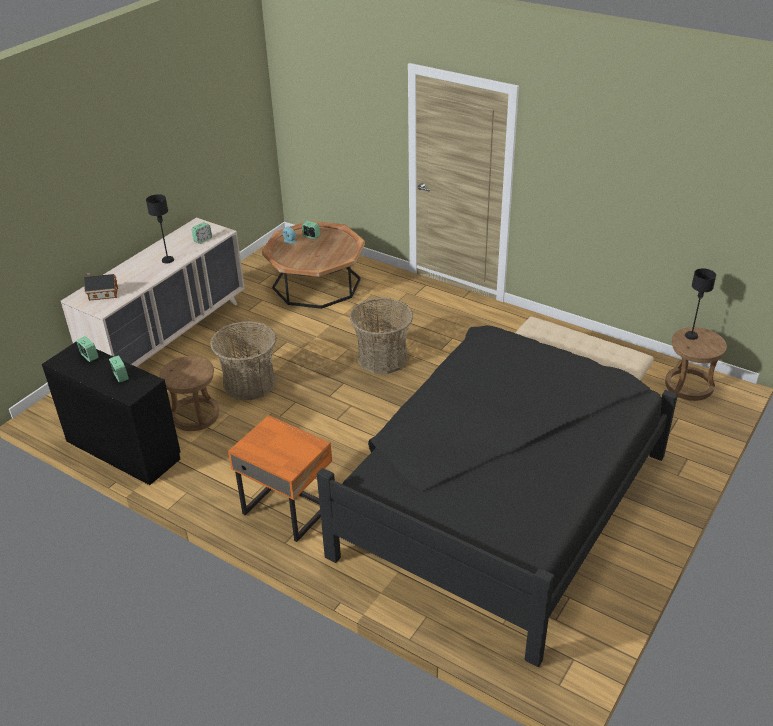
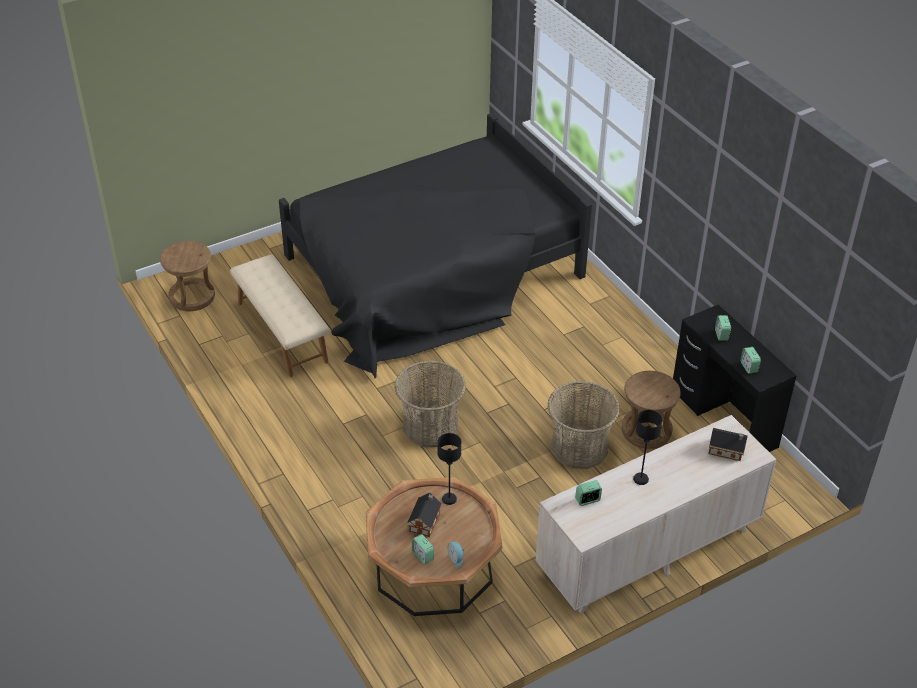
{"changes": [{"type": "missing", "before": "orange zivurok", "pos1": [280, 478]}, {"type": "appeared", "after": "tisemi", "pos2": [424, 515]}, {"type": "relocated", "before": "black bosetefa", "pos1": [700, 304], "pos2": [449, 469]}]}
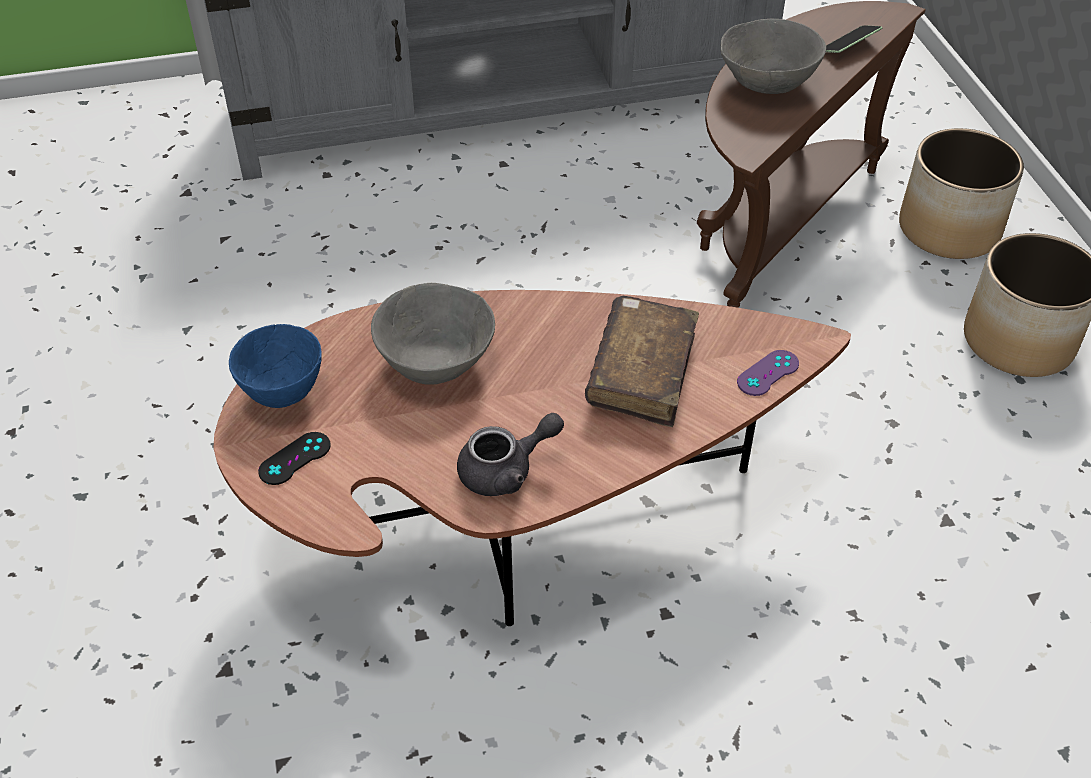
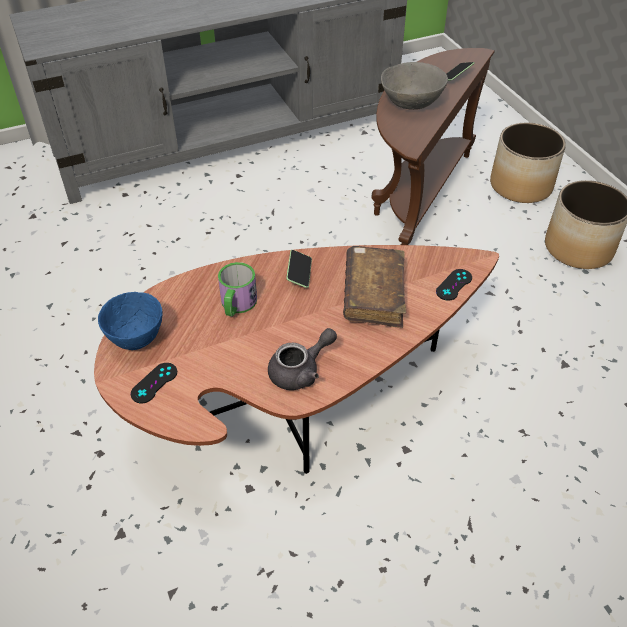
{"changes": [{"type": "appeared", "after": "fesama", "pos2": [299, 269]}, {"type": "exchanged", "before": "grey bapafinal", "after": "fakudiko", "pos1": [433, 334], "pos2": [237, 289]}, {"type": "colour", "before": "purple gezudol", "after": "black gezudol", "pos1": [768, 373], "pos2": [454, 285]}]}
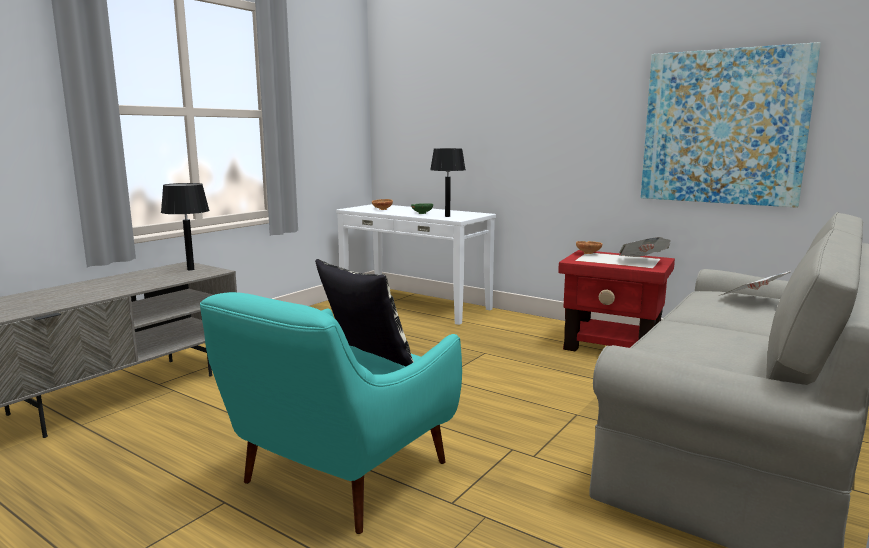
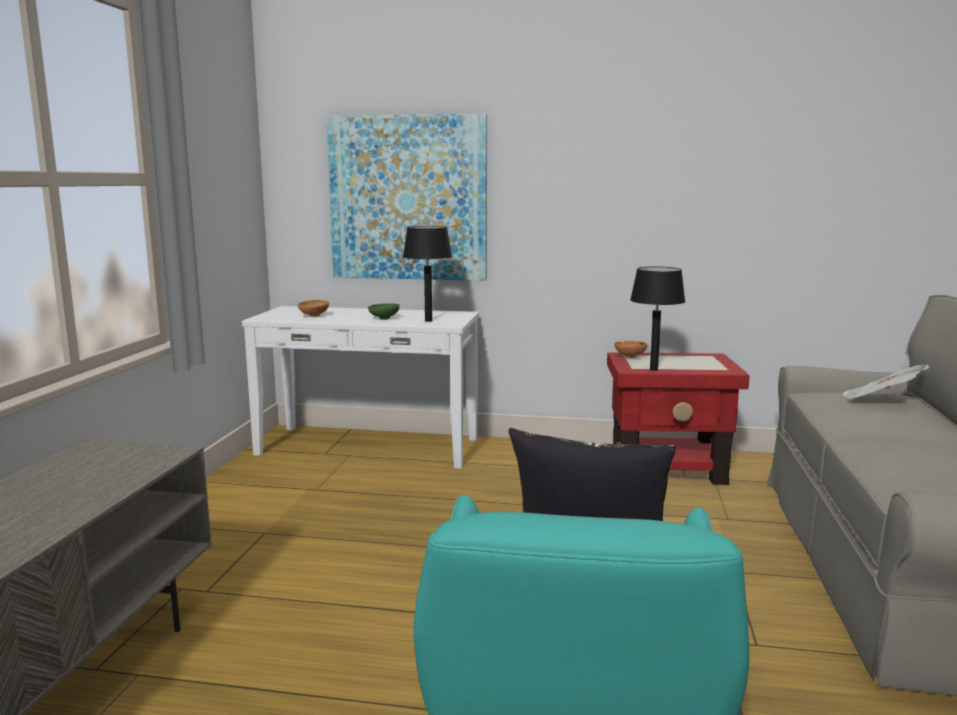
{"changes": [{"type": "missing", "before": "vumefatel", "pos1": [645, 247]}, {"type": "relocated", "before": "black bosetefa", "pos1": [185, 227], "pos2": [657, 319]}, {"type": "relocated", "before": "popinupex", "pos1": [731, 125], "pos2": [406, 197]}]}
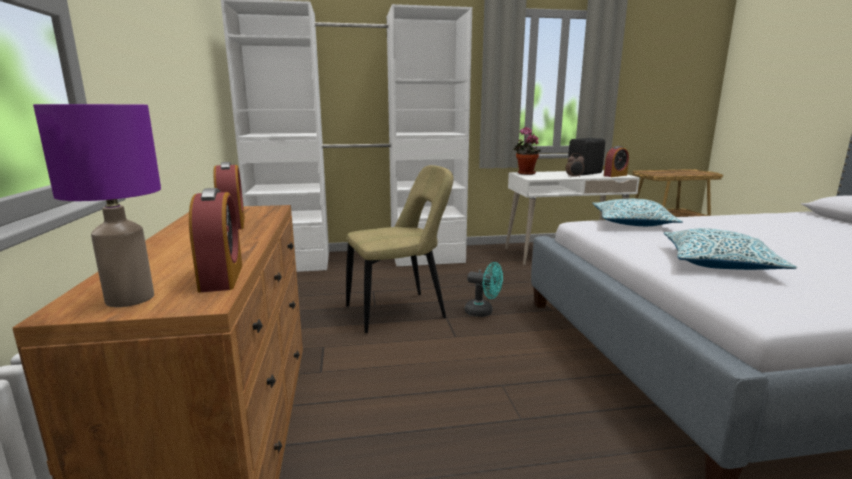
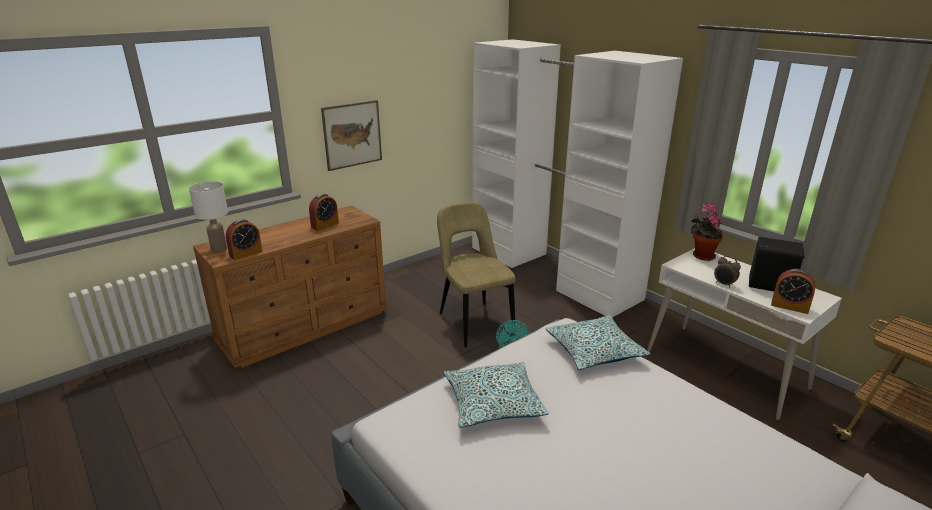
{"changes": [{"type": "appeared", "after": "popinupex", "pos2": [351, 135]}, {"type": "colour", "before": "purple bosetefa", "after": "white bosetefa", "pos1": [97, 205], "pos2": [208, 217]}, {"type": "spun", "before": "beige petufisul", "pos1": [400, 249], "pos2": [476, 274], "turn": -150}]}
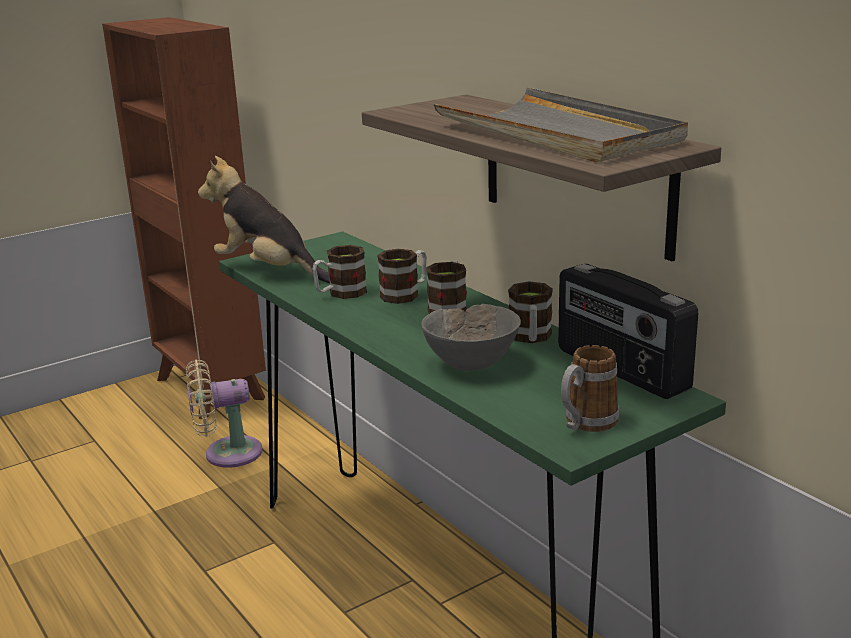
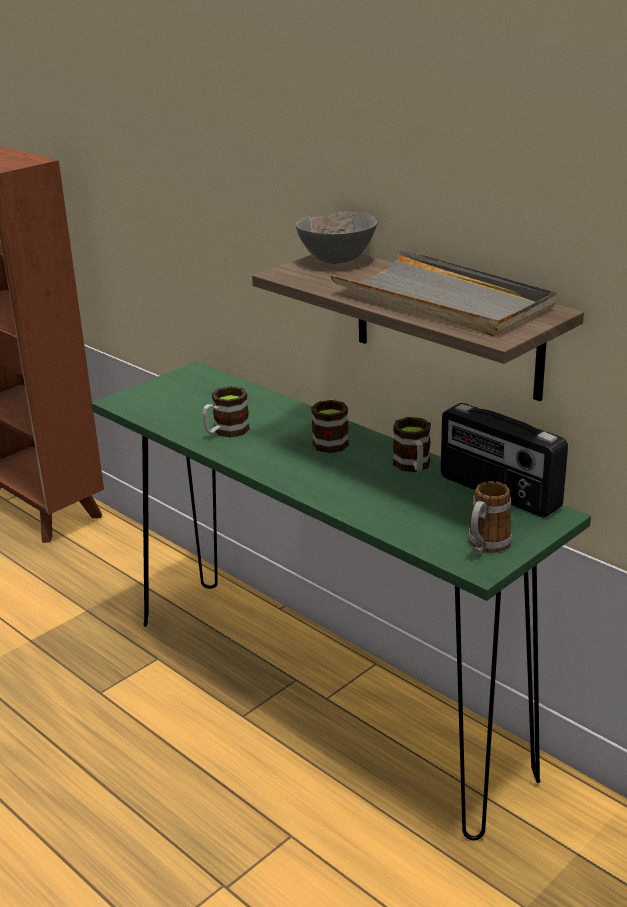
{"changes": [{"type": "missing", "before": "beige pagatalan", "pos1": [224, 413]}, {"type": "missing", "before": "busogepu", "pos1": [264, 219]}, {"type": "missing", "before": "fakudiko", "pos1": [402, 276]}, {"type": "relocated", "before": "grey bapafinal", "pos1": [471, 337], "pos2": [337, 237]}]}
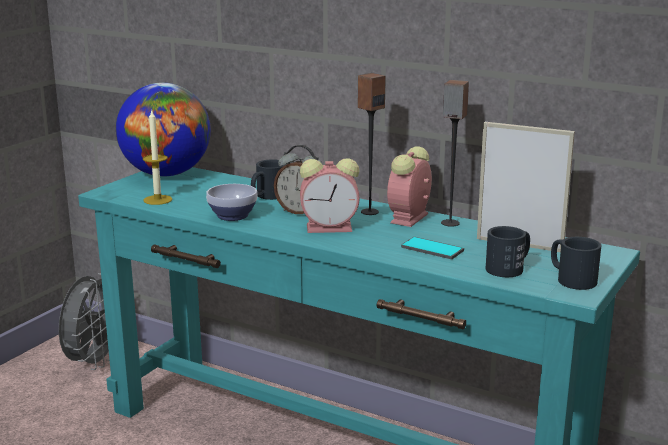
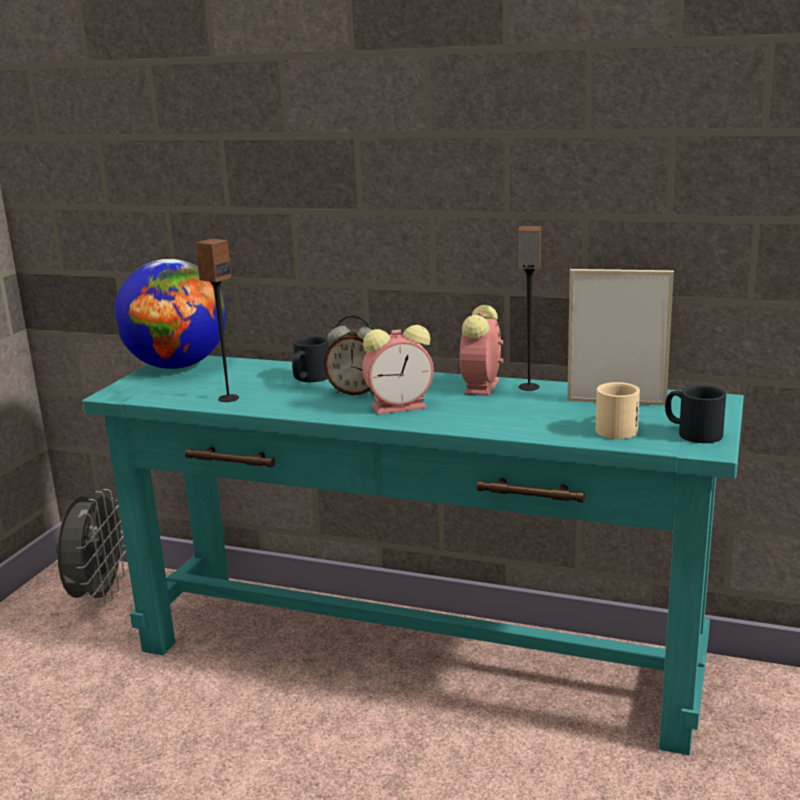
{"changes": [{"type": "missing", "before": "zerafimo", "pos1": [157, 158]}, {"type": "missing", "before": "bapafinal", "pos1": [232, 202]}, {"type": "missing", "before": "fesama", "pos1": [432, 248]}, {"type": "relocated", "before": "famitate", "pos1": [371, 144], "pos2": [217, 320]}, {"type": "colour", "before": "black fakudiko", "after": "beige fakudiko", "pos1": [508, 251], "pos2": [618, 410]}]}
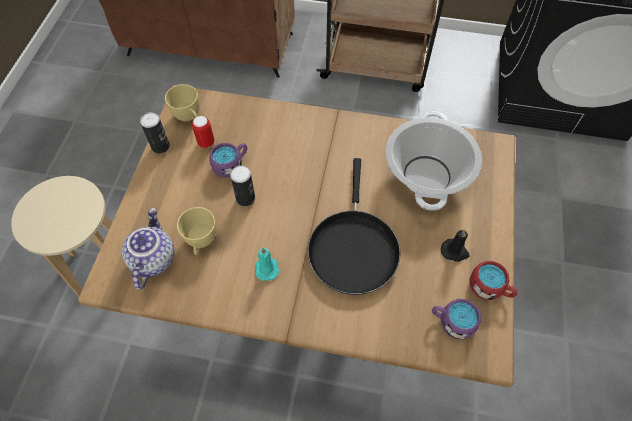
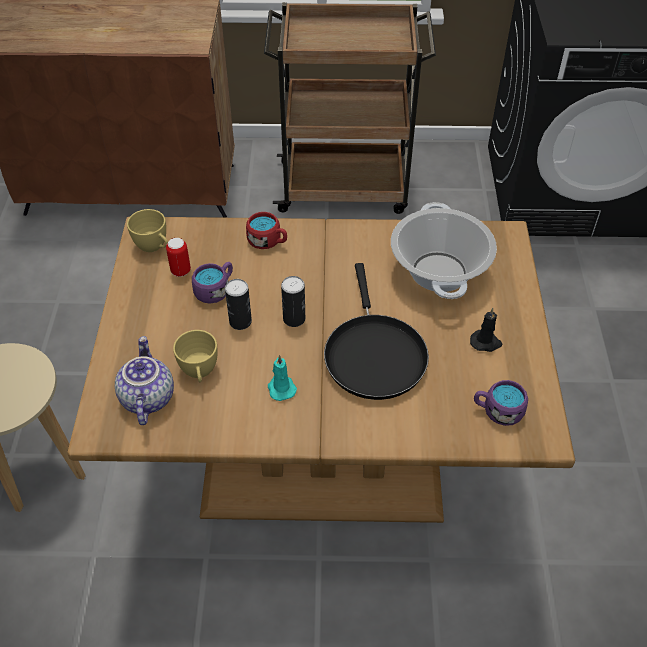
{"changes": [{"type": "relocated", "before": "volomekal", "pos1": [155, 133], "pos2": [293, 301]}, {"type": "relocated", "before": "red fakudiko", "pos1": [494, 280], "pos2": [266, 230]}]}
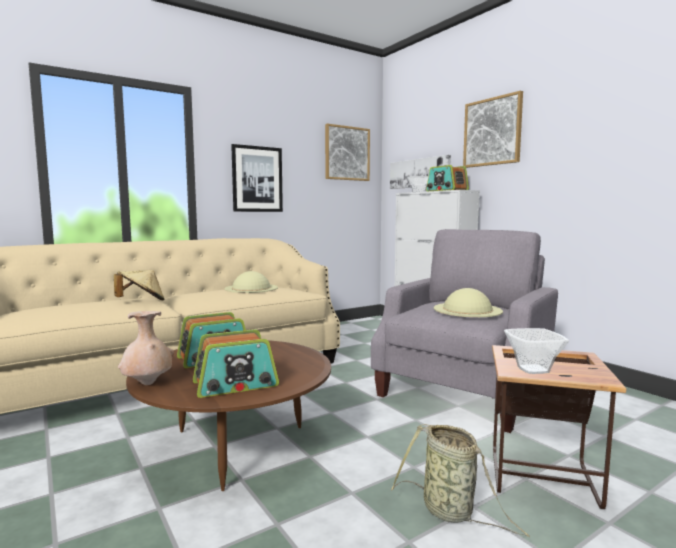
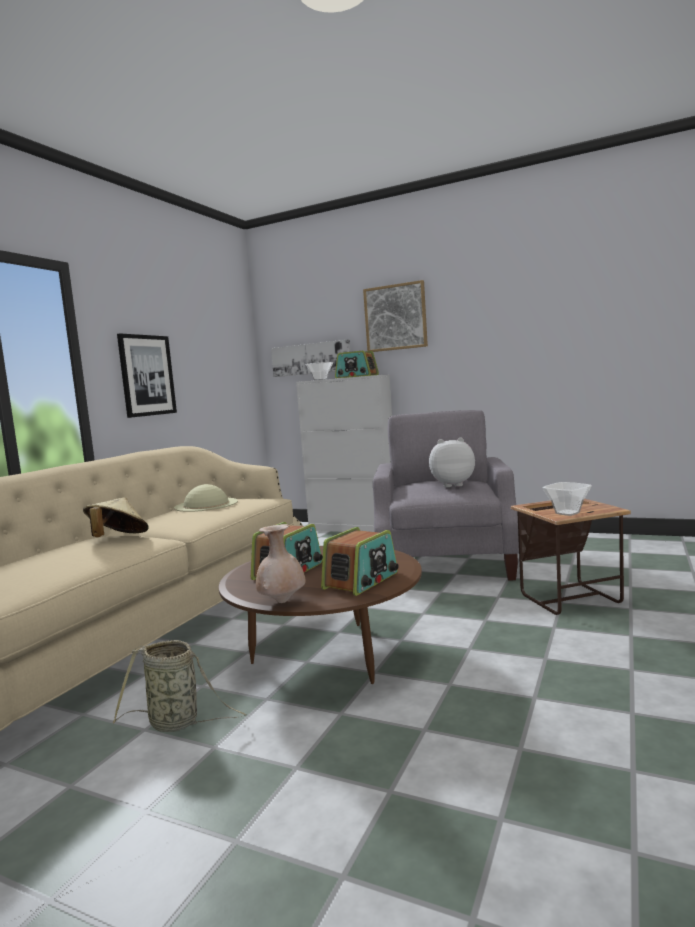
{"changes": [{"type": "missing", "before": "popinupex", "pos1": [347, 152]}, {"type": "relocated", "before": "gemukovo", "pos1": [460, 480], "pos2": [179, 686]}, {"type": "exchanged", "before": "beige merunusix", "after": "busogepu", "pos1": [468, 302], "pos2": [452, 462]}]}
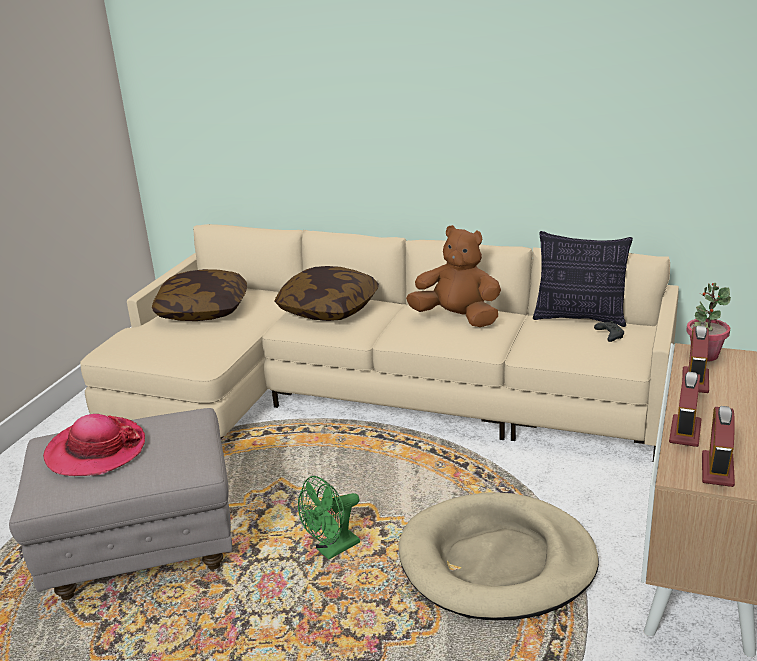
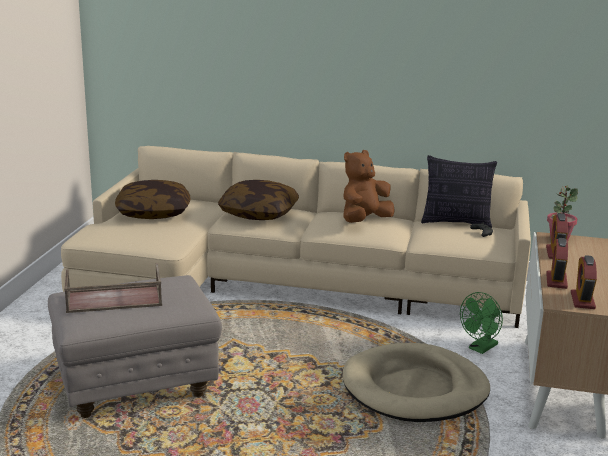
{"changes": [{"type": "relocated", "before": "green pagatalan", "pos1": [329, 518], "pos2": [481, 323]}, {"type": "exchanged", "before": "merunusix", "after": "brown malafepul", "pos1": [94, 445], "pos2": [113, 288]}, {"type": "spun", "before": "brown busogepu", "pos1": [453, 276], "pos2": [369, 186], "turn": -60}]}
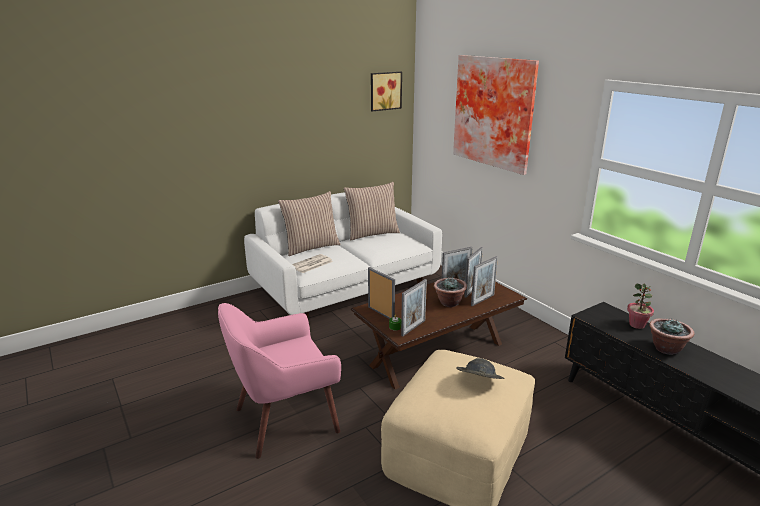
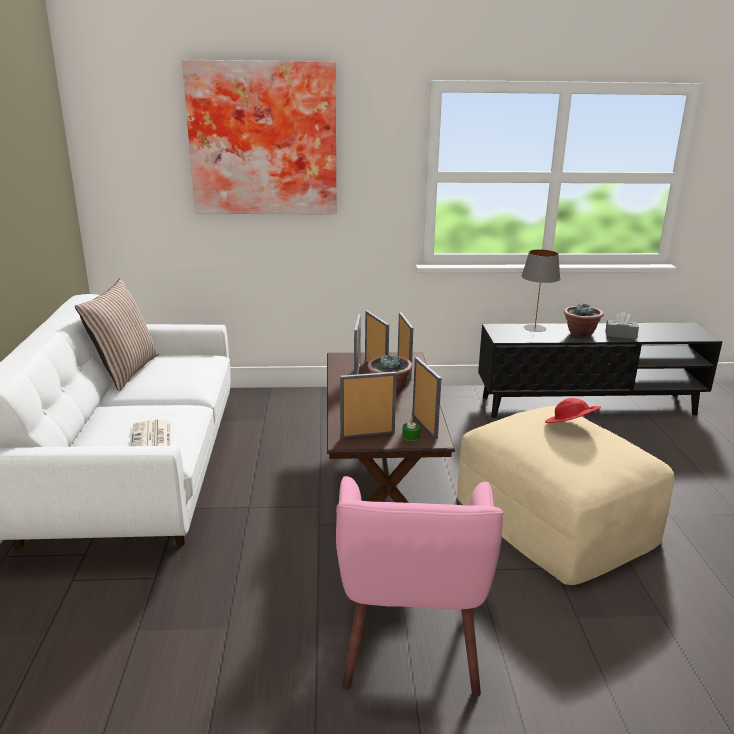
{"changes": [{"type": "missing", "before": "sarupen", "pos1": [309, 223]}, {"type": "missing", "before": "popinupex", "pos1": [386, 91]}, {"type": "appeared", "after": "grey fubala", "pos2": [622, 325]}, {"type": "exchanged", "before": "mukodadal", "after": "grey bosetefa", "pos1": [640, 306], "pos2": [541, 290]}, {"type": "colour", "before": "grey merunusix", "after": "red merunusix", "pos1": [480, 368], "pos2": [573, 410]}]}
